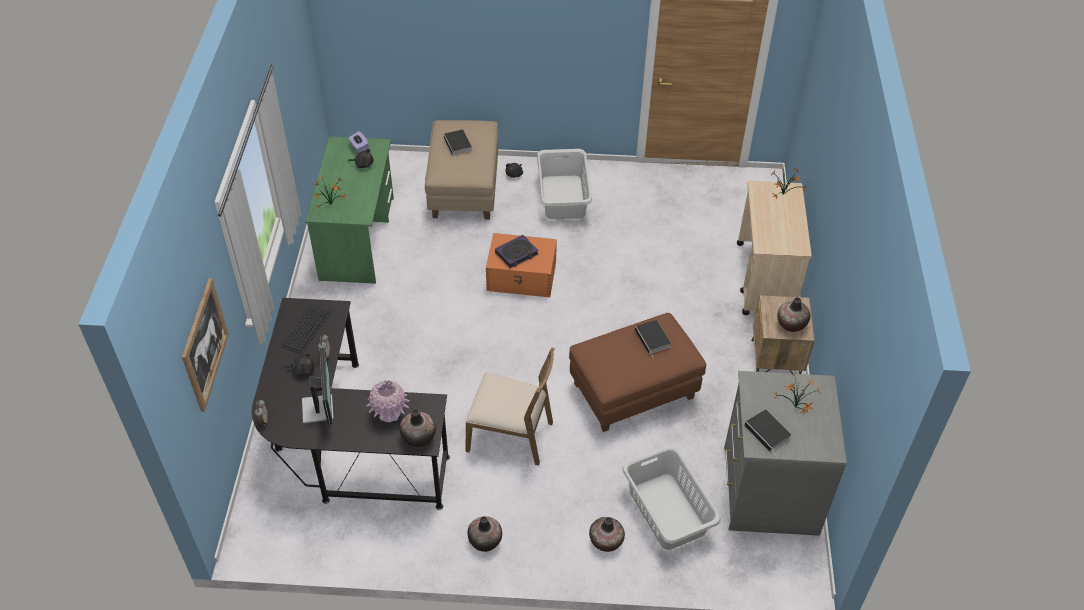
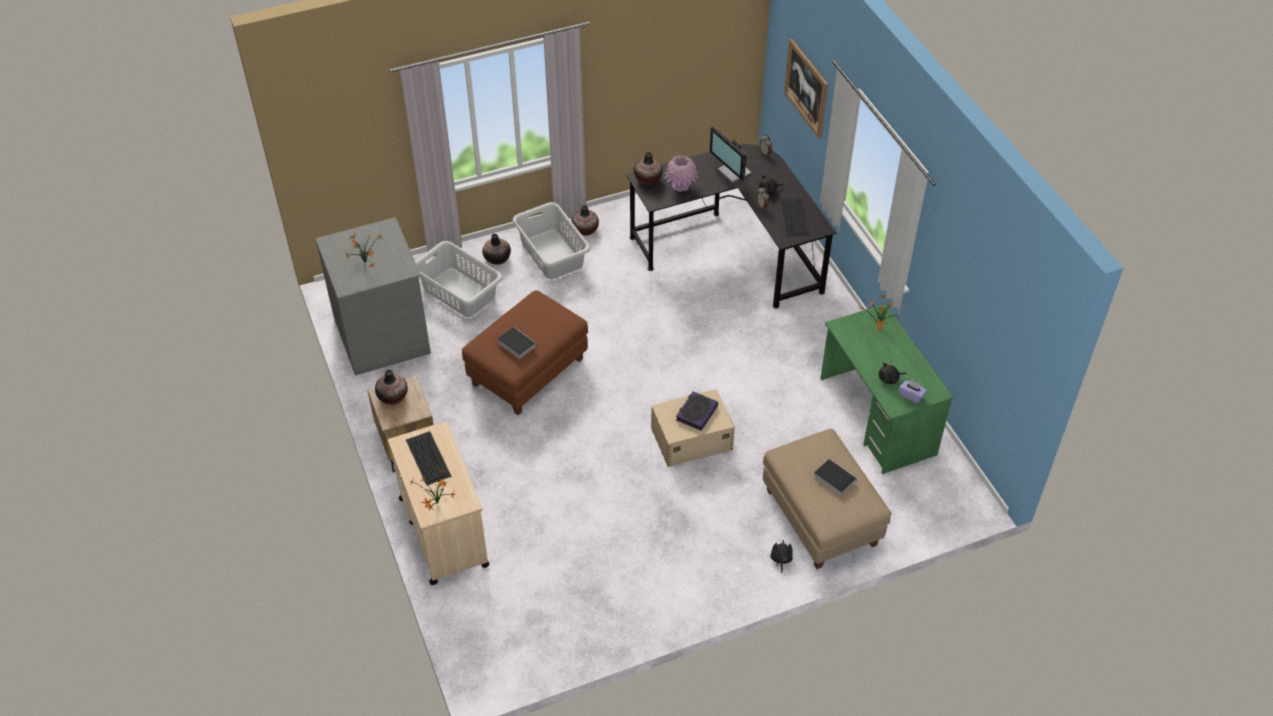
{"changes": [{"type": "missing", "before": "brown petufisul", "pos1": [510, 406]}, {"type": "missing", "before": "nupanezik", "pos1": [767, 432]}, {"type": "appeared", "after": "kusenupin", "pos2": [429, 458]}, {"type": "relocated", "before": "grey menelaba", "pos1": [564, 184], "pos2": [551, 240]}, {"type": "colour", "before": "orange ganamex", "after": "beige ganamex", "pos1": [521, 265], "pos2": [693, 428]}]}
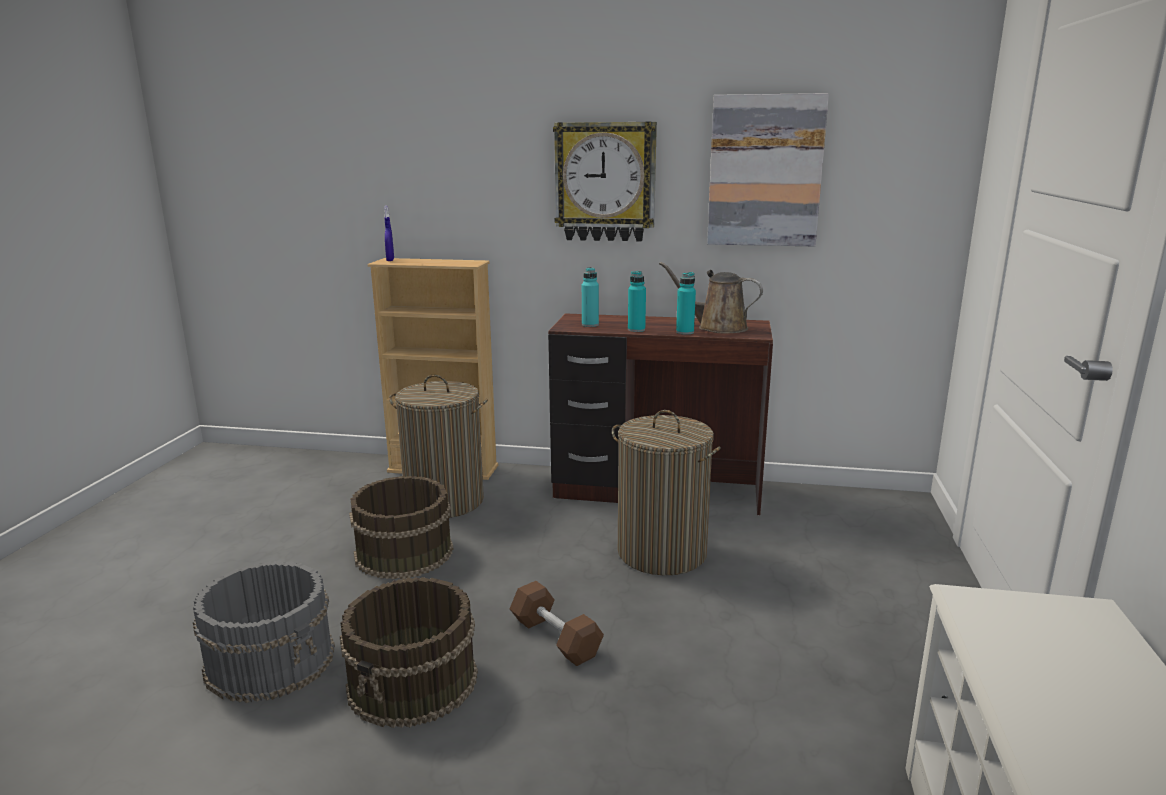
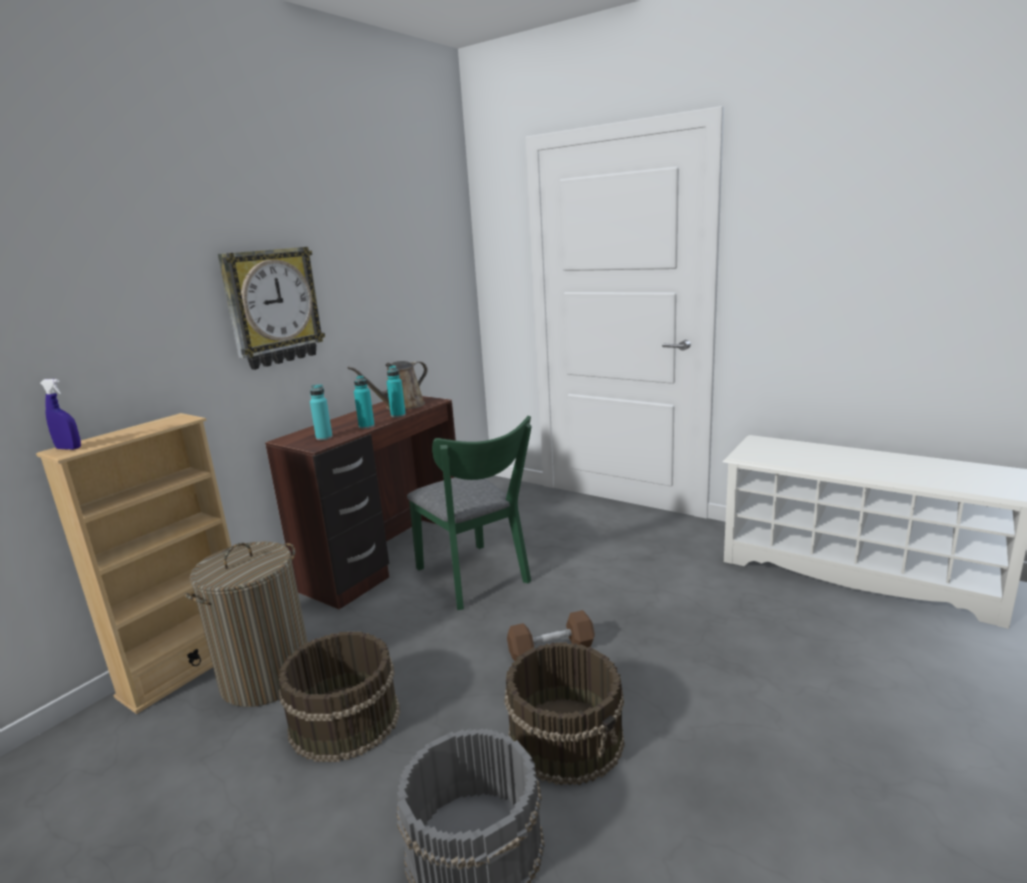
{"changes": [{"type": "missing", "before": "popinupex", "pos1": [768, 169]}, {"type": "exchanged", "before": "menelaba", "after": "green petufisul", "pos1": [666, 492], "pos2": [469, 513]}]}
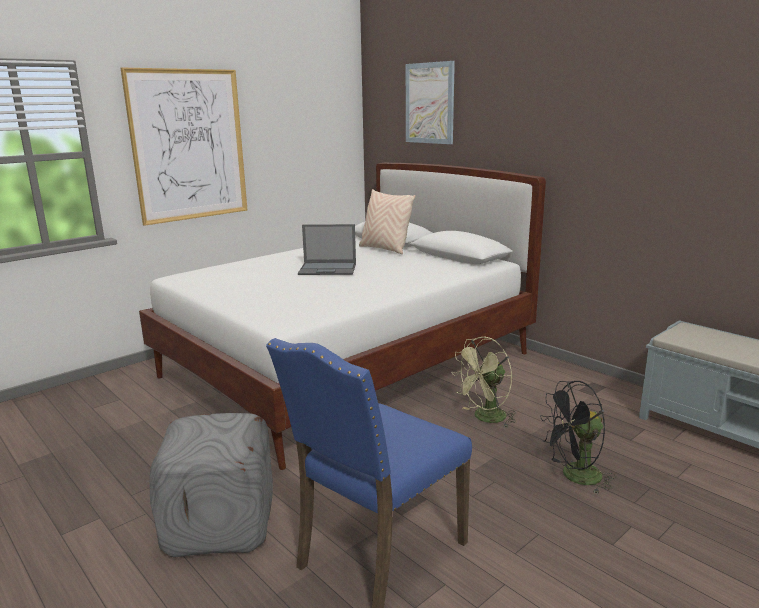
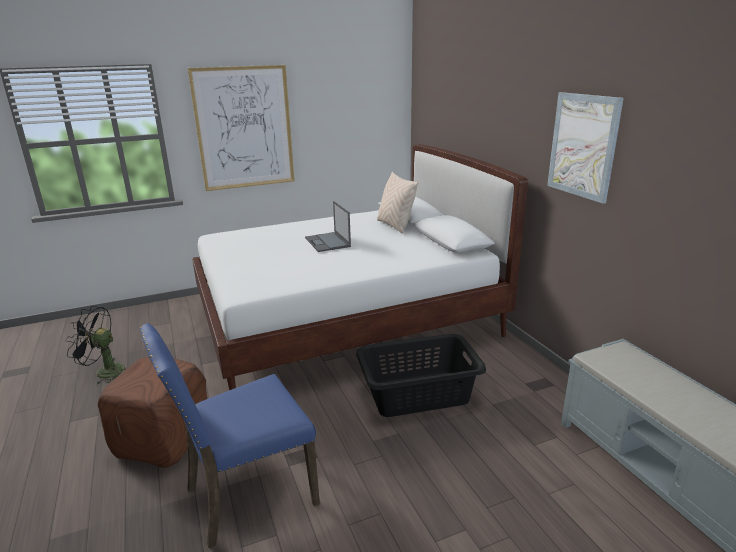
{"changes": [{"type": "relocated", "before": "popinupex", "pos1": [430, 102], "pos2": [585, 148]}, {"type": "relocated", "before": "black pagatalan", "pos1": [578, 437], "pos2": [95, 345]}, {"type": "exchanged", "before": "green pagatalan", "after": "black menelaba", "pos1": [484, 382], "pos2": [421, 375]}, {"type": "colour", "before": "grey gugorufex", "after": "brown gugorufex", "pos1": [211, 485], "pos2": [153, 412]}, {"type": "spun", "before": "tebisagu", "pos1": [327, 249], "pos2": [328, 226], "turn": 45}]}
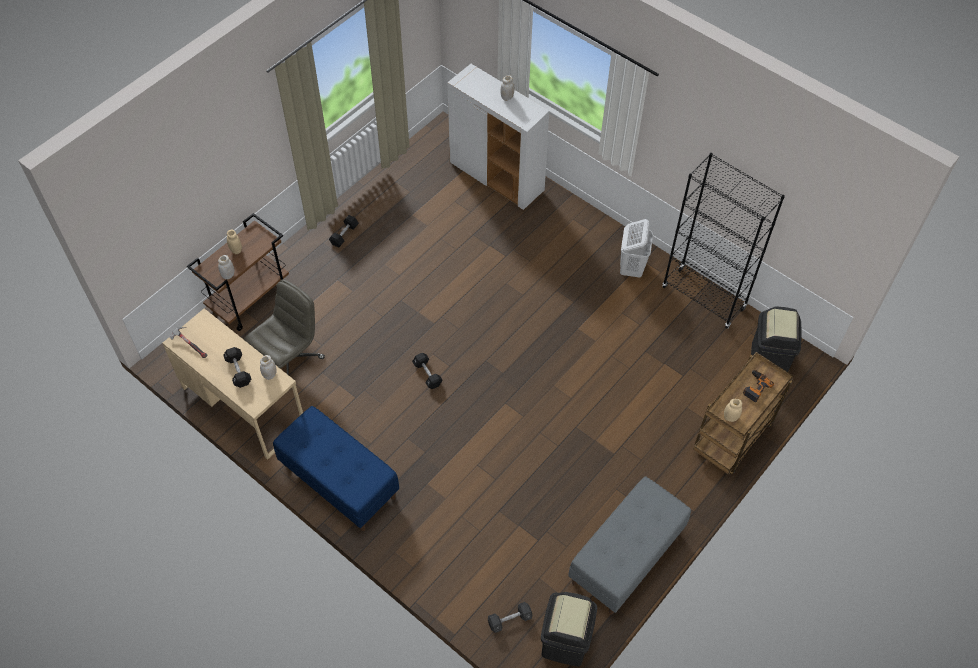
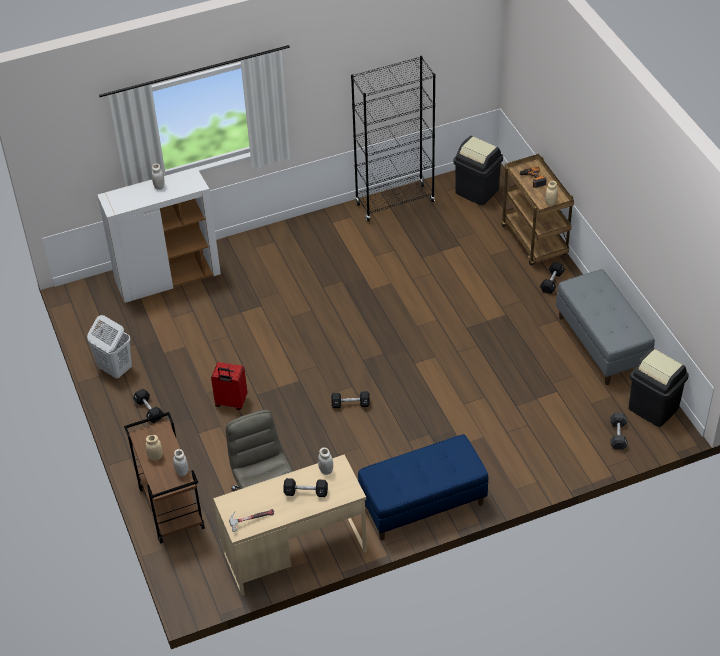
{"changes": [{"type": "appeared", "after": "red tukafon", "pos2": [229, 386]}, {"type": "appeared", "after": "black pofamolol", "pos2": [552, 278]}, {"type": "relocated", "before": "white menelaba", "pos1": [636, 248], "pos2": [109, 347]}]}
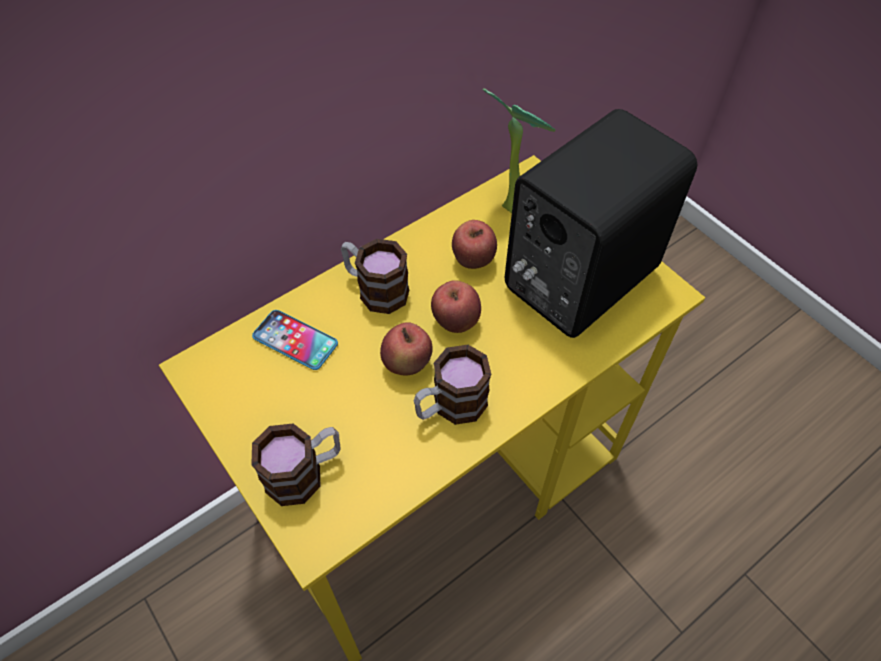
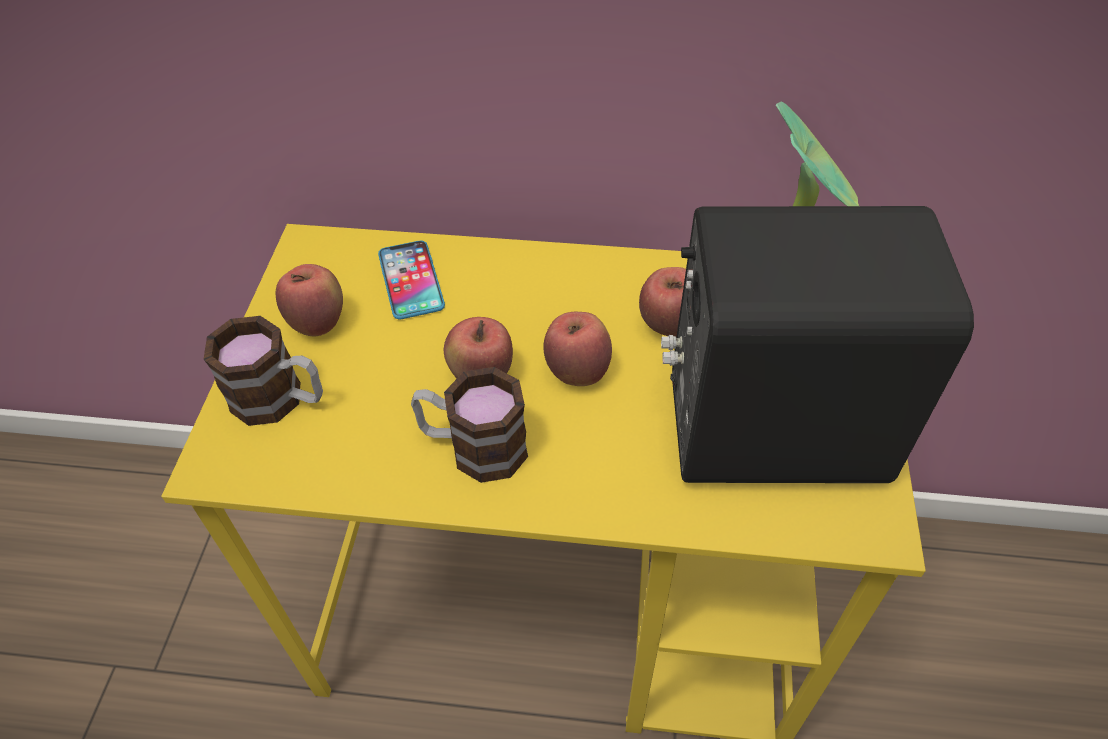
{"changes": [{"type": "missing", "before": "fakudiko", "pos1": [375, 276]}, {"type": "appeared", "after": "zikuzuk", "pos2": [309, 300]}]}
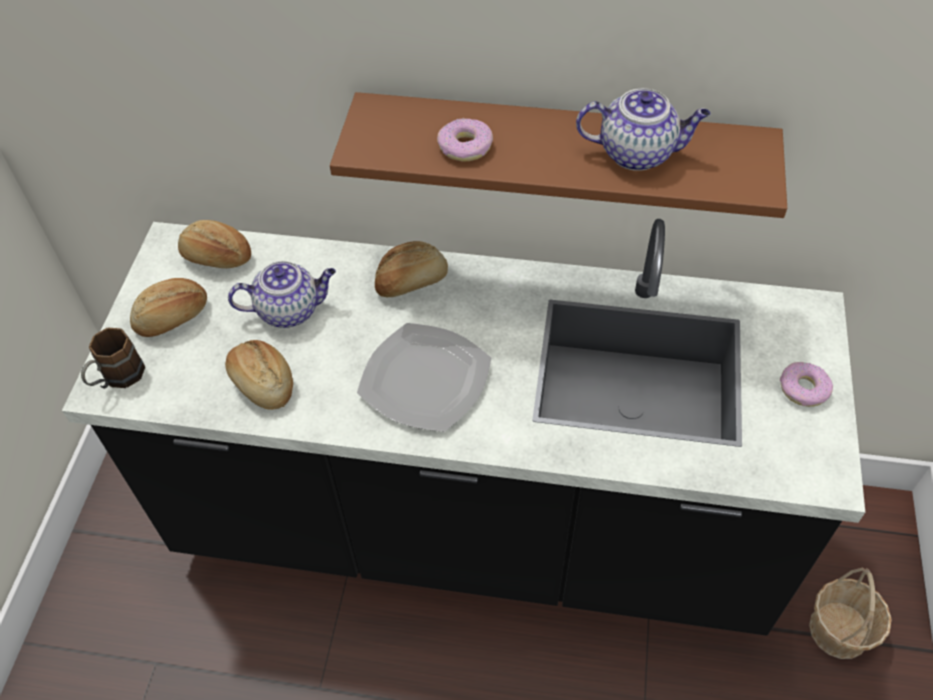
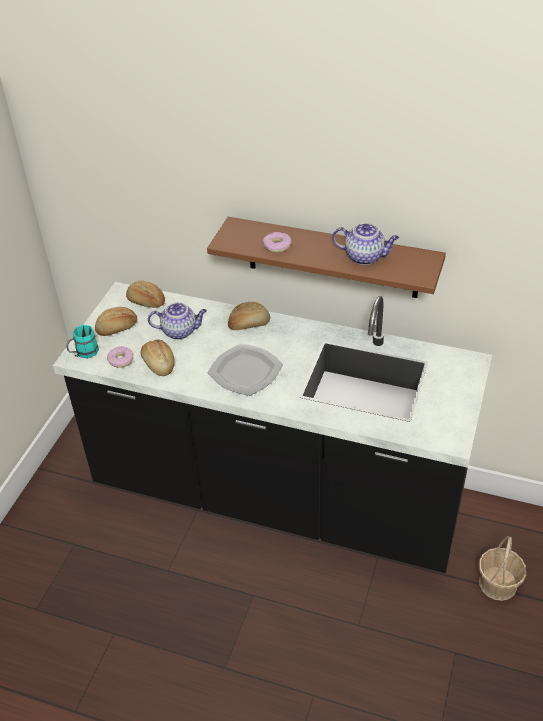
{"changes": [{"type": "relocated", "before": "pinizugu", "pos1": [806, 384], "pos2": [120, 357]}, {"type": "colour", "before": "brown fakudiko", "after": "turquoise fakudiko", "pos1": [113, 358], "pos2": [82, 342]}]}
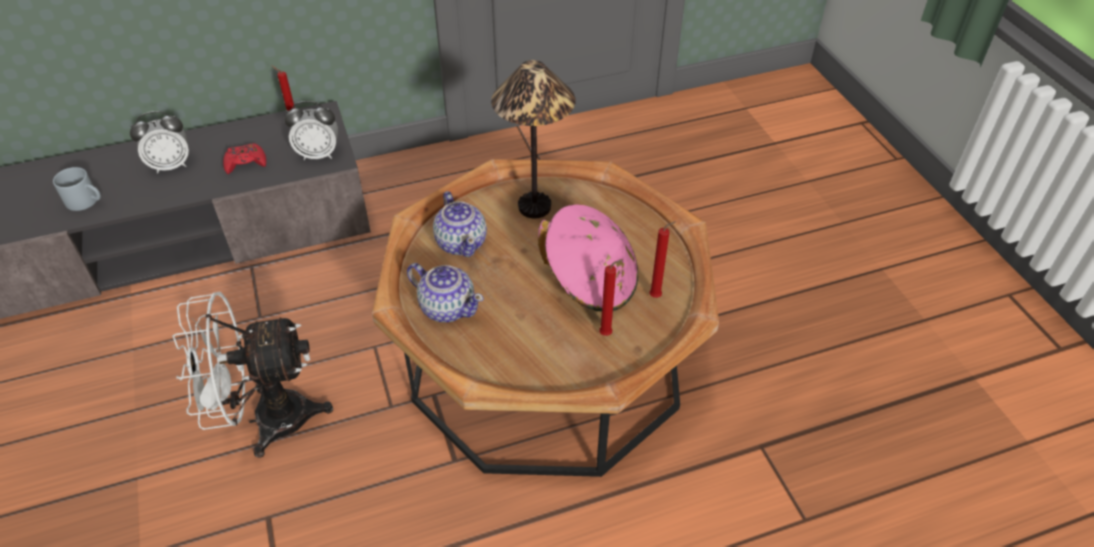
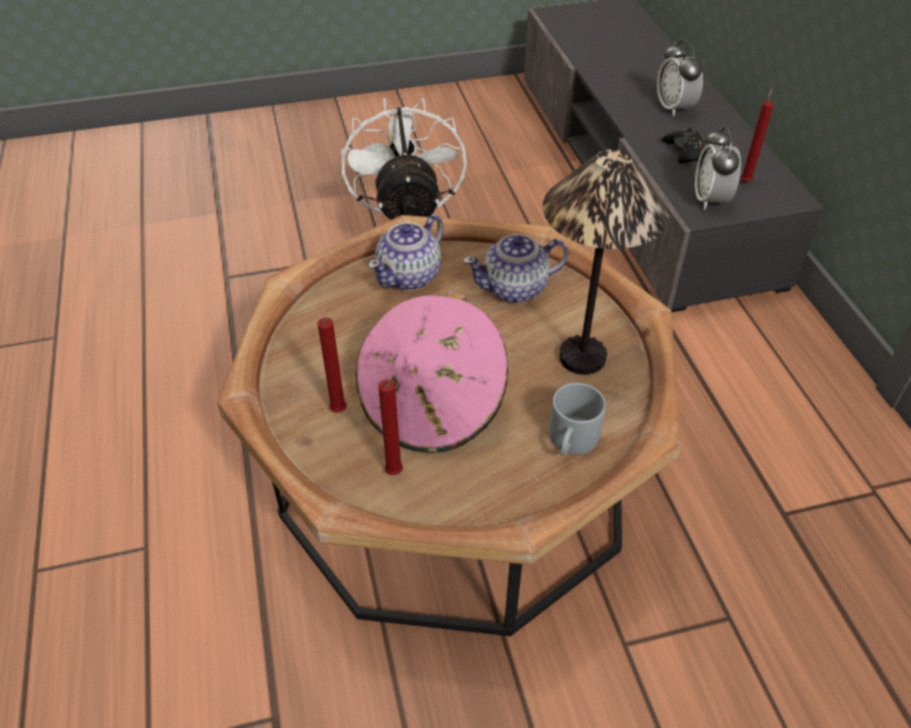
{"changes": [{"type": "relocated", "before": "grey fakudiko", "pos1": [77, 189], "pos2": [577, 419]}, {"type": "colour", "before": "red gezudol", "after": "black gezudol", "pos1": [244, 158], "pos2": [685, 145]}]}
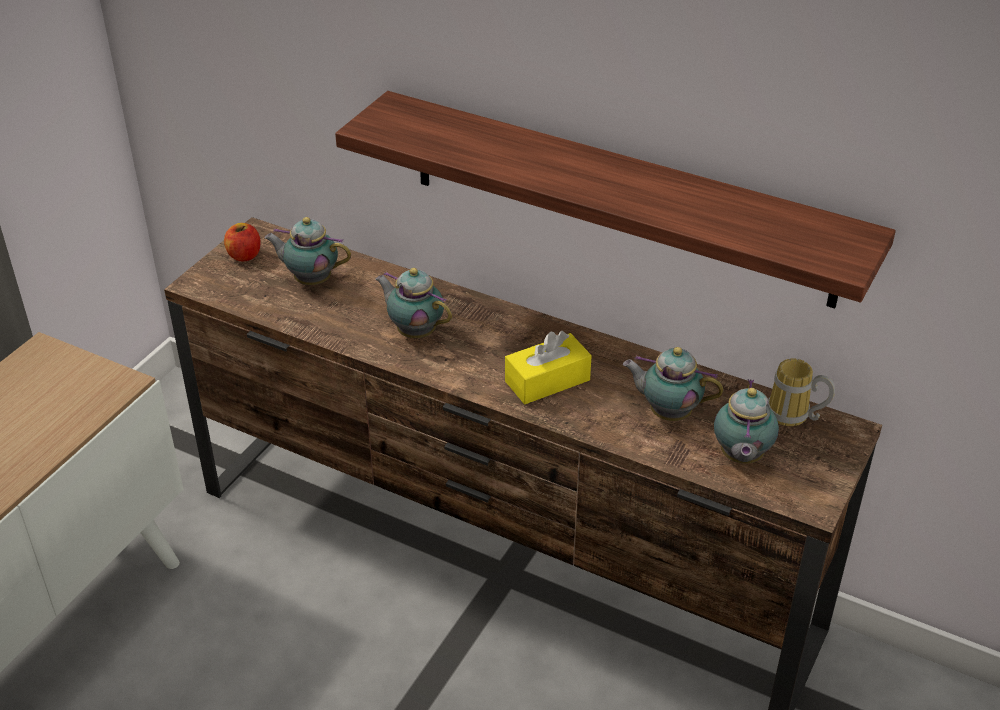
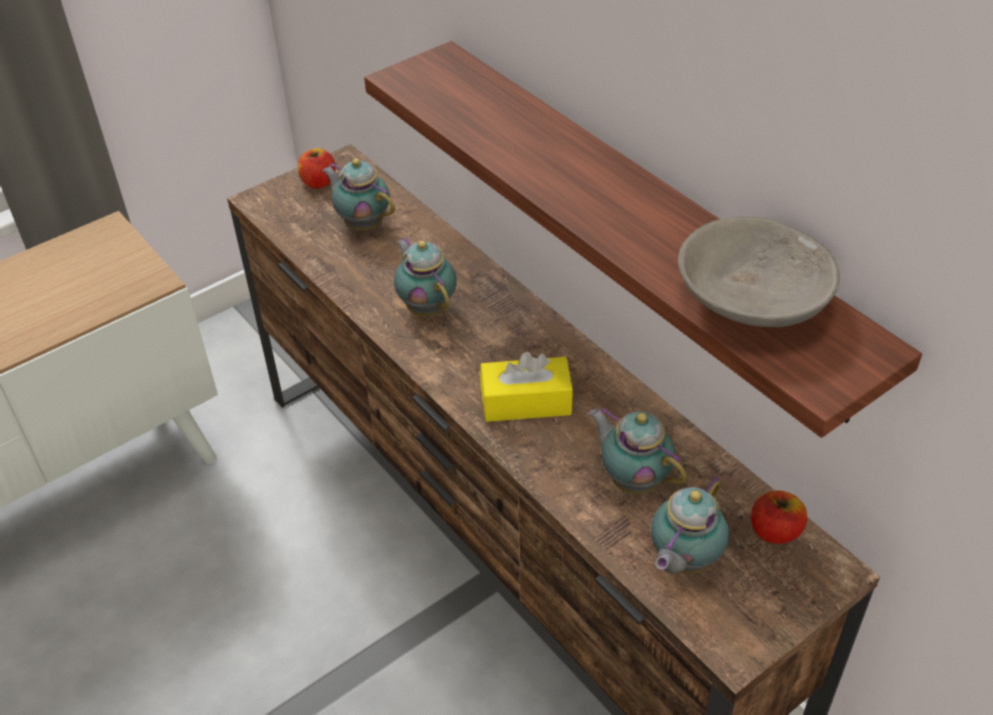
{"changes": [{"type": "appeared", "after": "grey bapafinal", "pos2": [759, 271]}, {"type": "exchanged", "before": "fakudiko", "after": "zikuzuk", "pos1": [801, 392], "pos2": [779, 517]}]}
